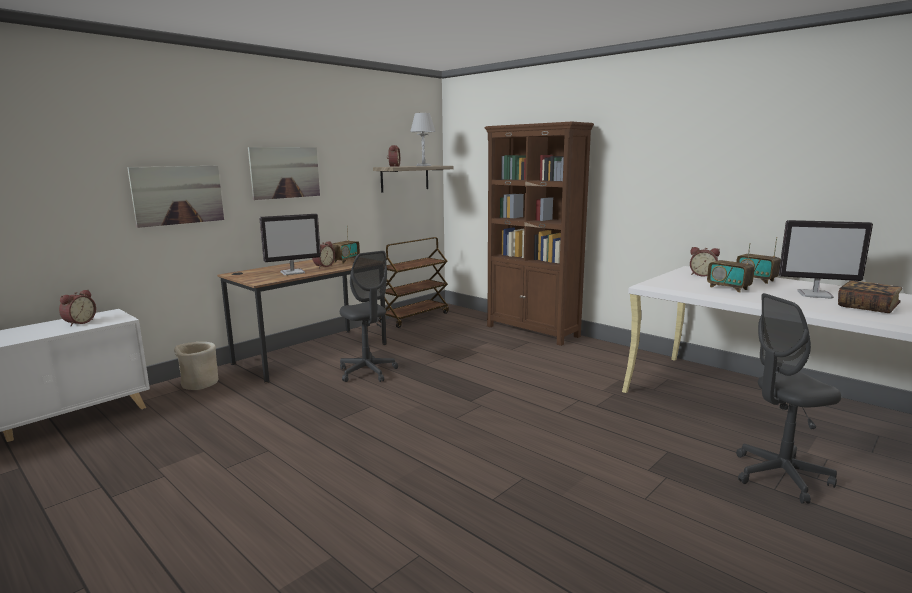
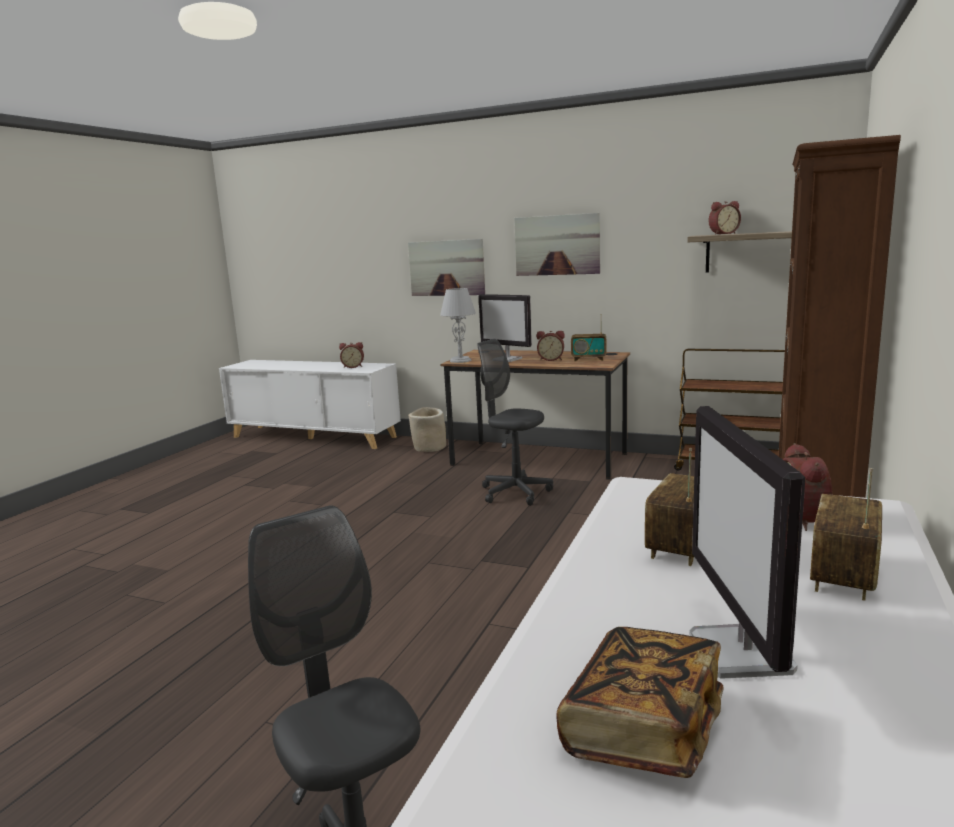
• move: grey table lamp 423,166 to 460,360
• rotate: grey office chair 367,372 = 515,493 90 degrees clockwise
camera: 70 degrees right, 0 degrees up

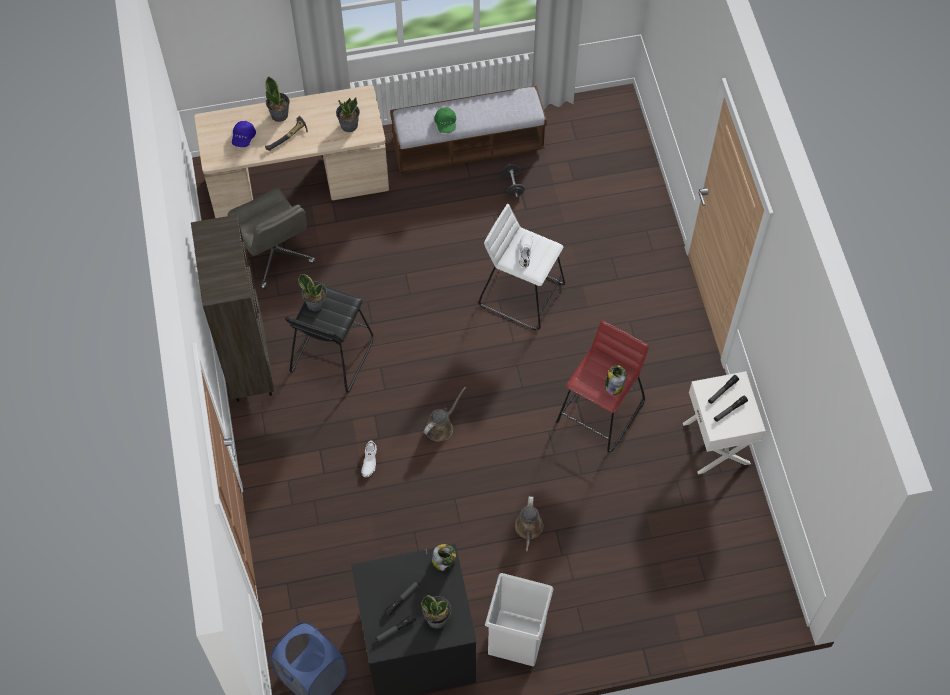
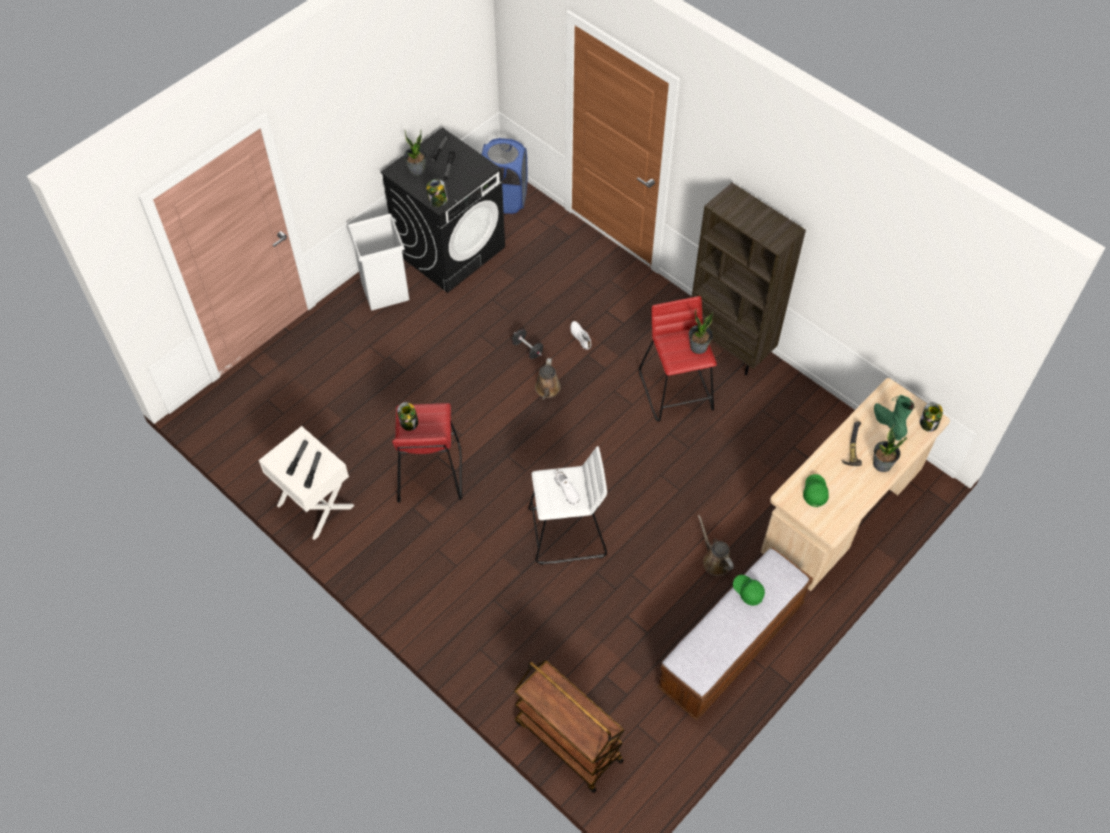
• delete: grey office chair 276,255
• insert: brown cart 567,741
• insert: jar 928,423
• move: black dumbbell 513,185 to 527,349
• move: brown watering can 528,529 to 714,560
• replace: blue cap 243,138 to green boot 888,424
• replace: potted plant 349,125 to green cap 815,492
• recolor: black stool 332,355 to red stool 677,391
camera: 145 degrees right, 5 degrees down

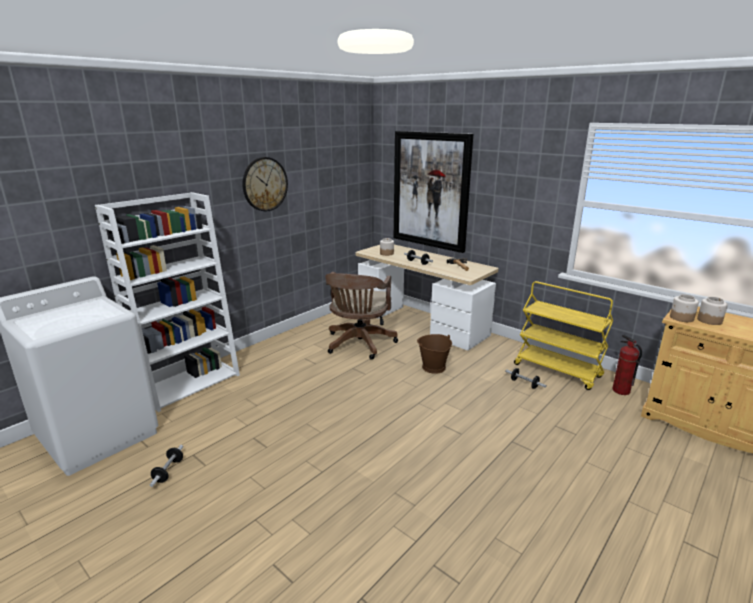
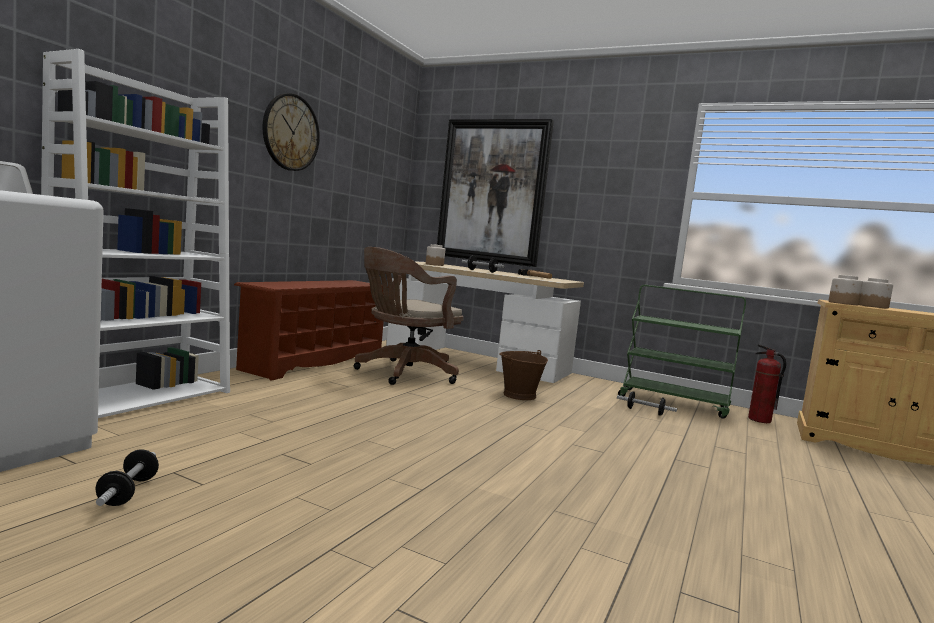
• insert: brown shoe rack 314,362
• recolor: yellow cart 558,371 to green cart 674,403
• rotate: brown office chair 359,345 = 403,373 45 degrees clockwise
camera: 15 degrees left, 15 degrees down

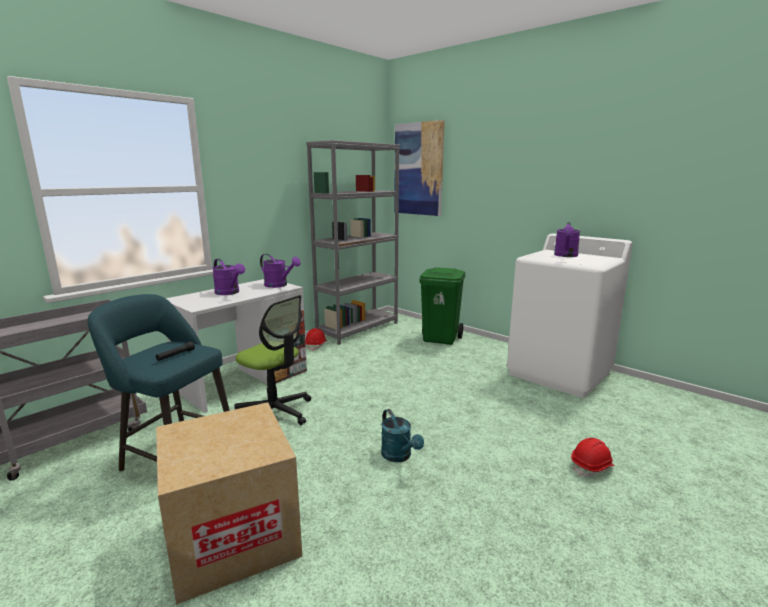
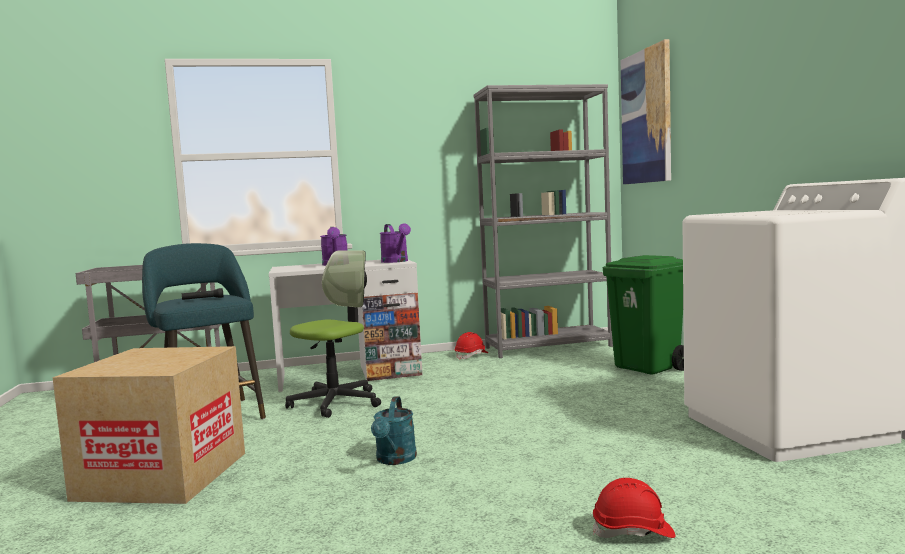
• delete: purple watering can 566,256
• rotate: office chair 275,413 = 336,402 120 degrees counterclockwise
camera: 35 degrees right, 10 degrees down

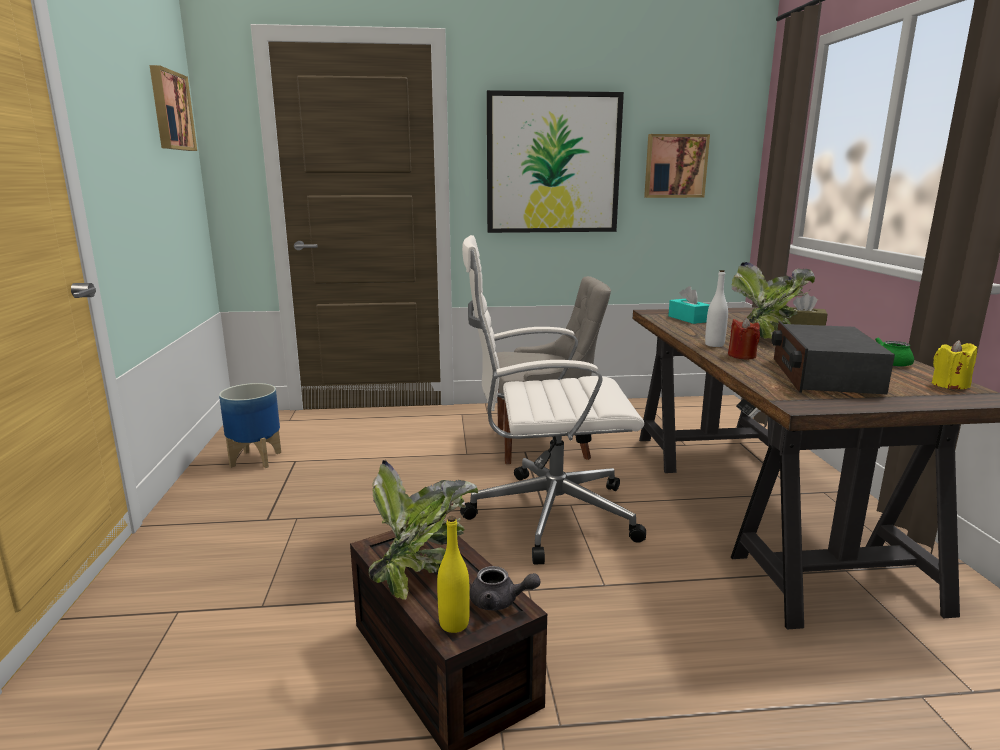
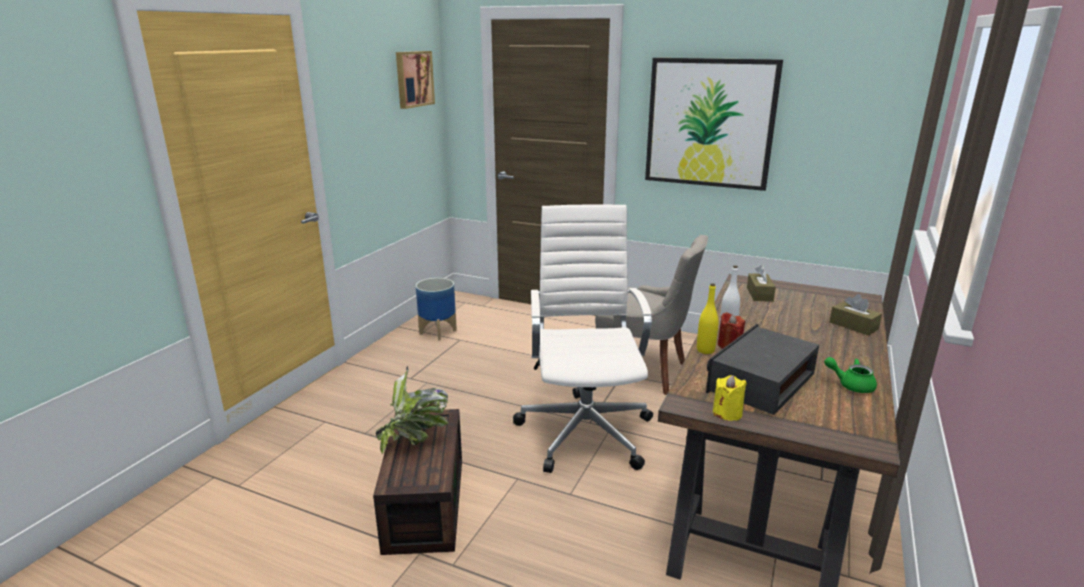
• delete: grey teapot 500,602
• delete: picture 675,166
• delete: potted plant 767,336
• move: yellow bottle 454,624 to 705,350
• move: yellow candle 949,385 to 727,413
• recolor: turquoise tissue box 688,319 to brown tissue box 759,294
• rotate: white office chair 547,514 = 585,430 60 degrees clockwise
camera: 30 degrees right, 5 degrees up

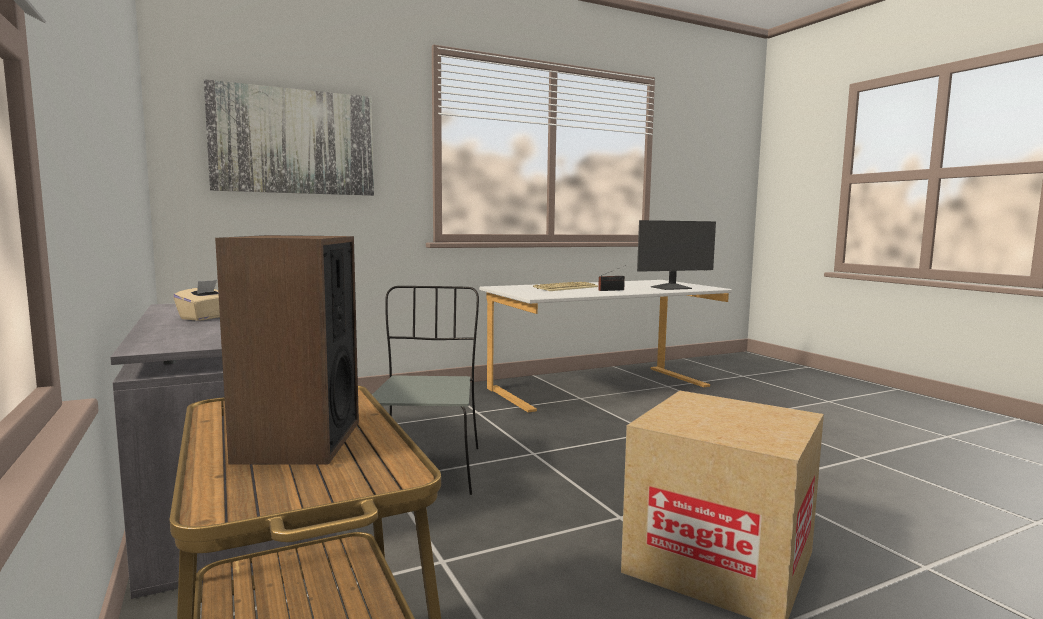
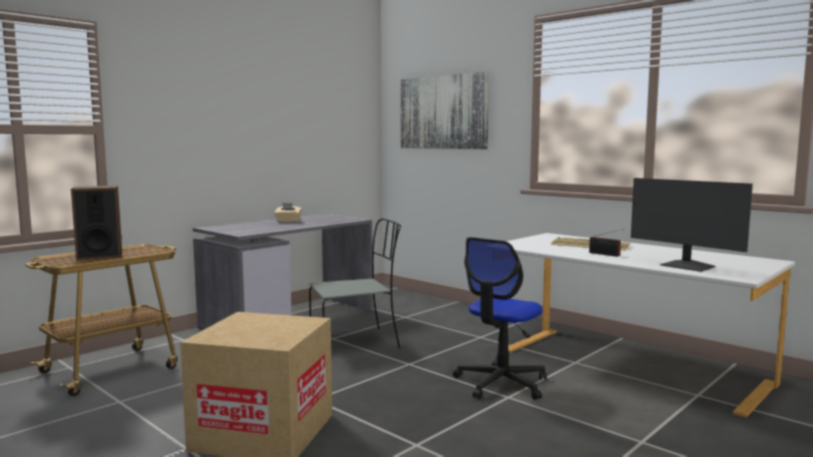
• insert: office chair 501,383
camera: 70 degrees right, 0 degrees up

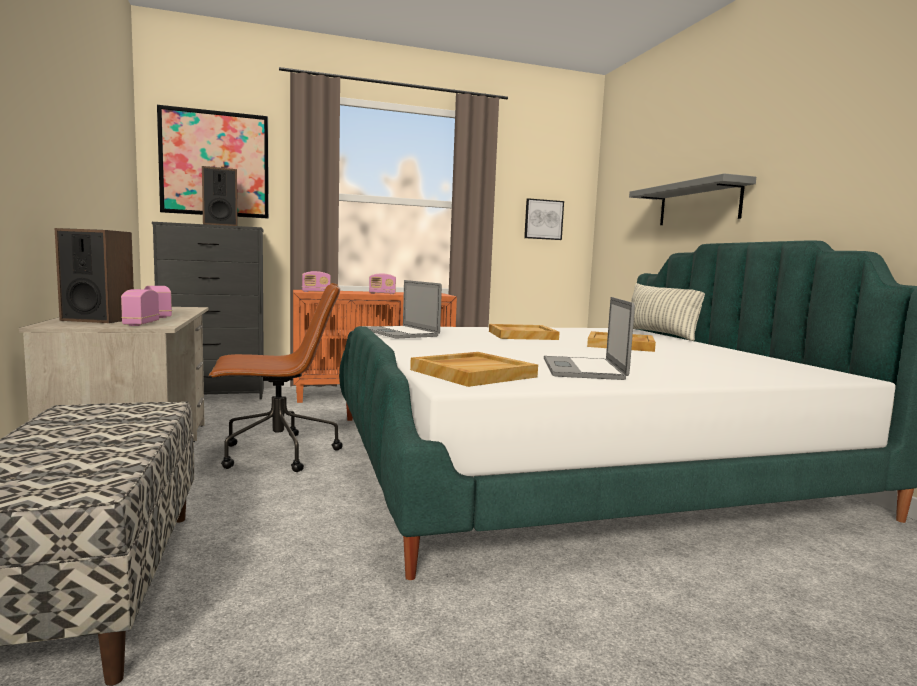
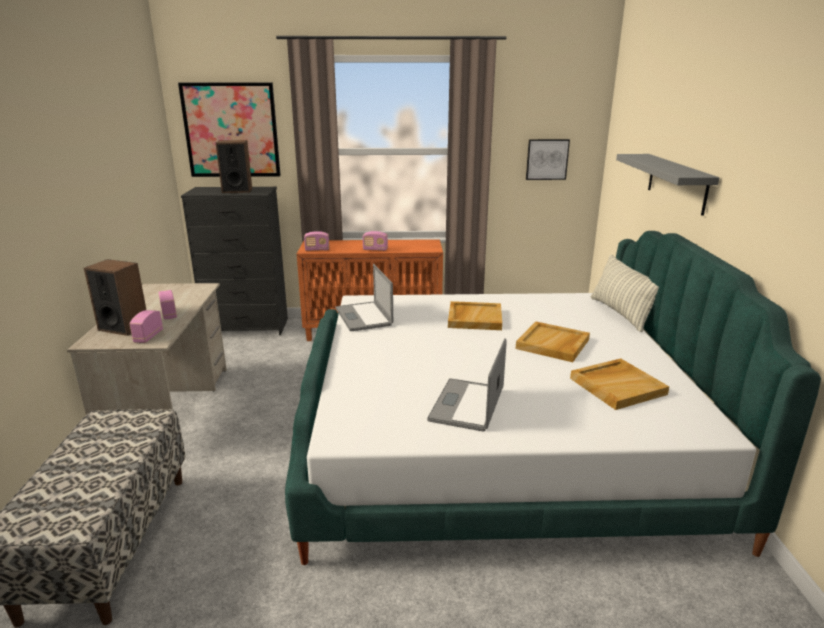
• delete: brown office chair 276,454
• move: beige tray 473,373 to 617,386
camera: 15 degrees right, 15 degrees up

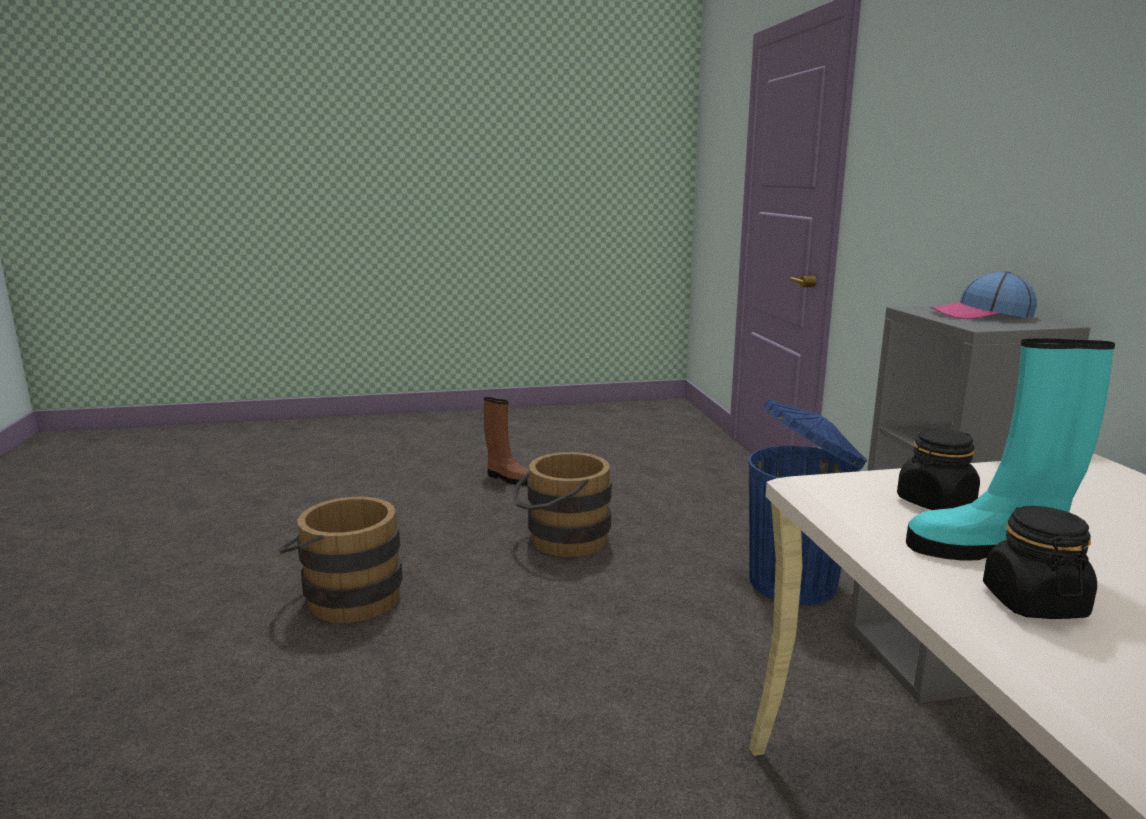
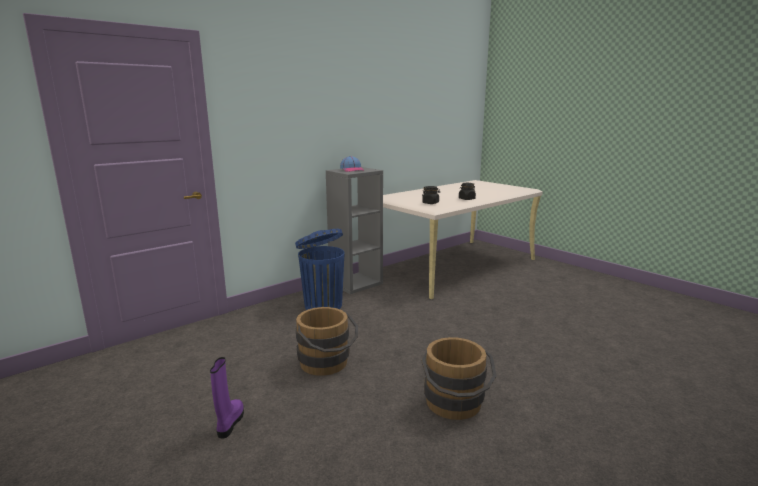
• delete: turquoise boot 987,551
• recolor: brown boot 508,478 to purple boot 230,422
camera: 120 degrees left, 0 degrees up

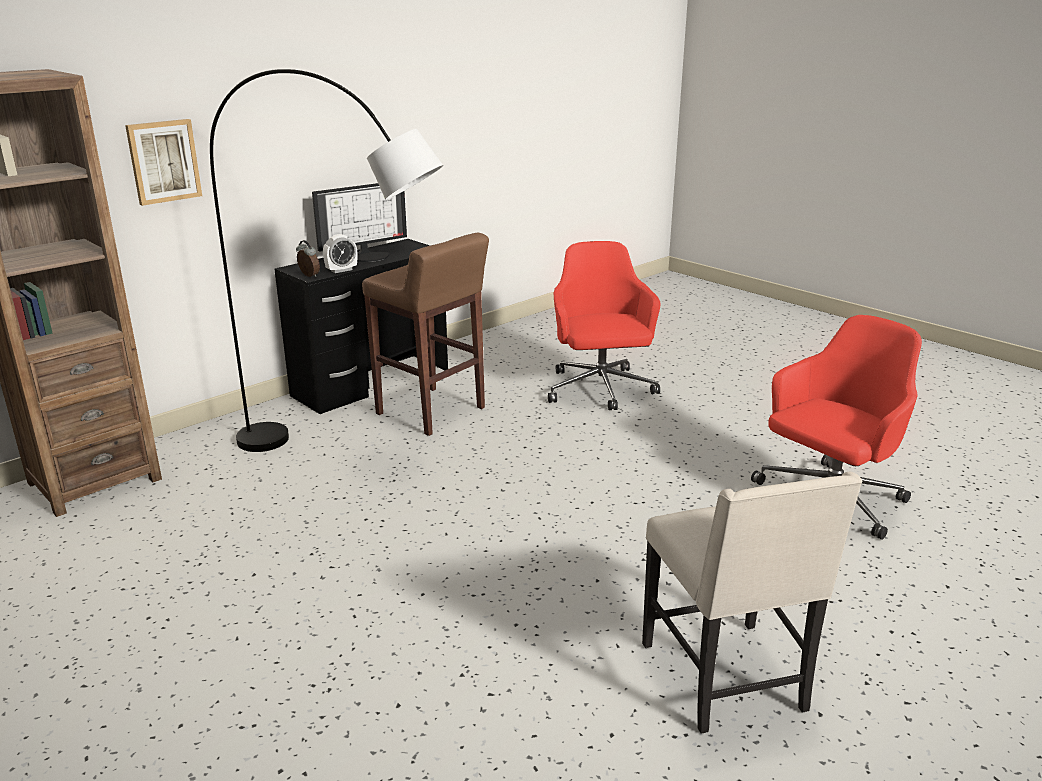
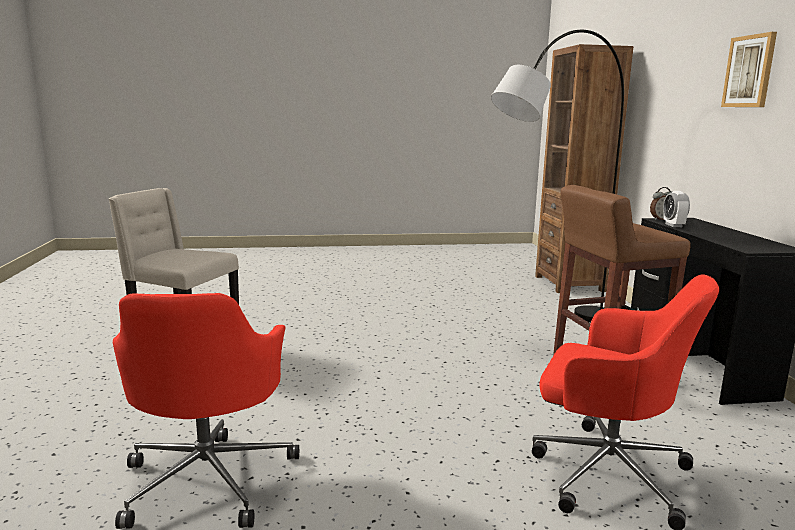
• delete: monitor 369,256
• move: picture 164,161 to 749,71
camera: 125 degrees right, 10 degrees down

